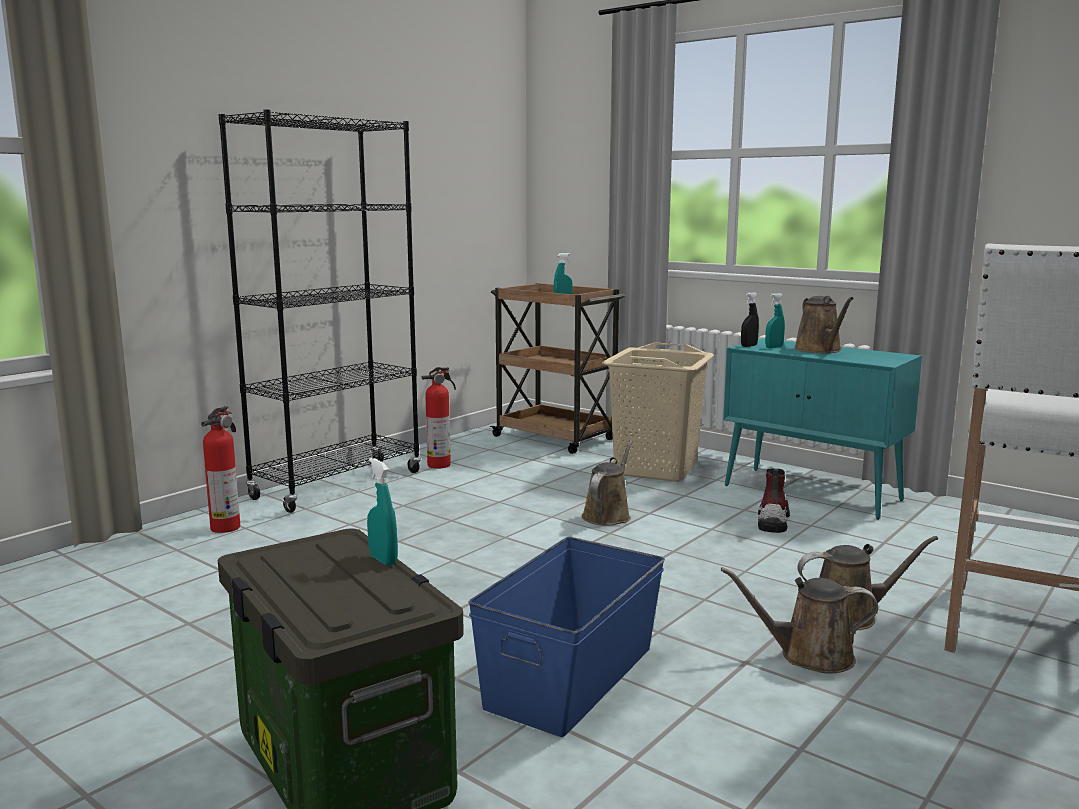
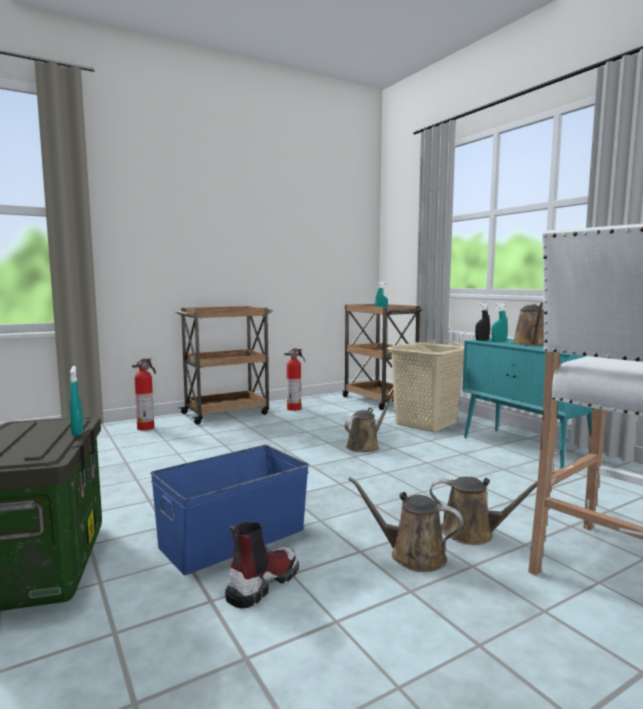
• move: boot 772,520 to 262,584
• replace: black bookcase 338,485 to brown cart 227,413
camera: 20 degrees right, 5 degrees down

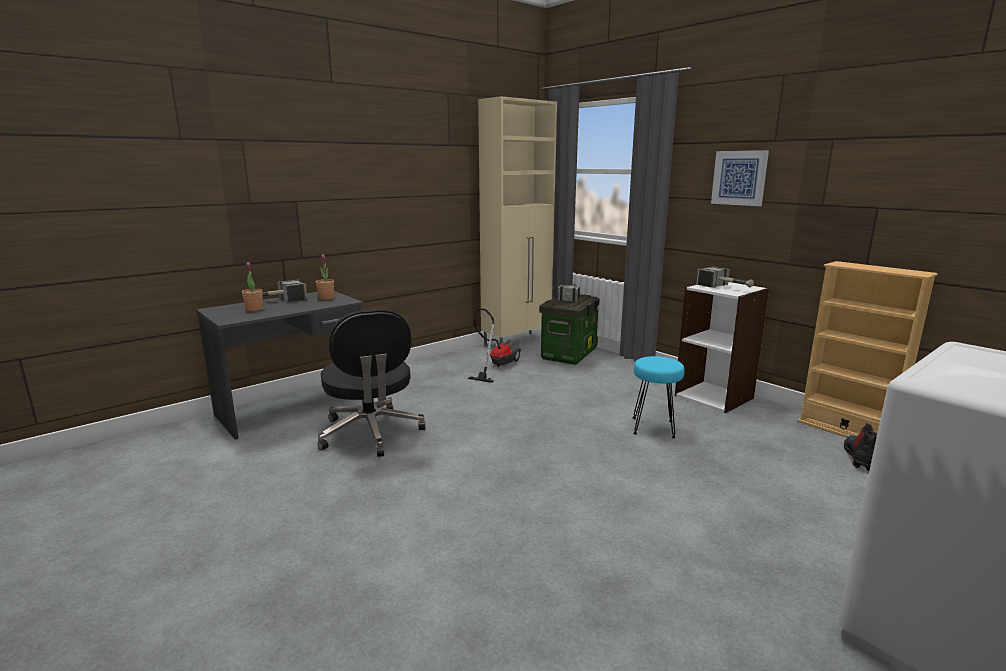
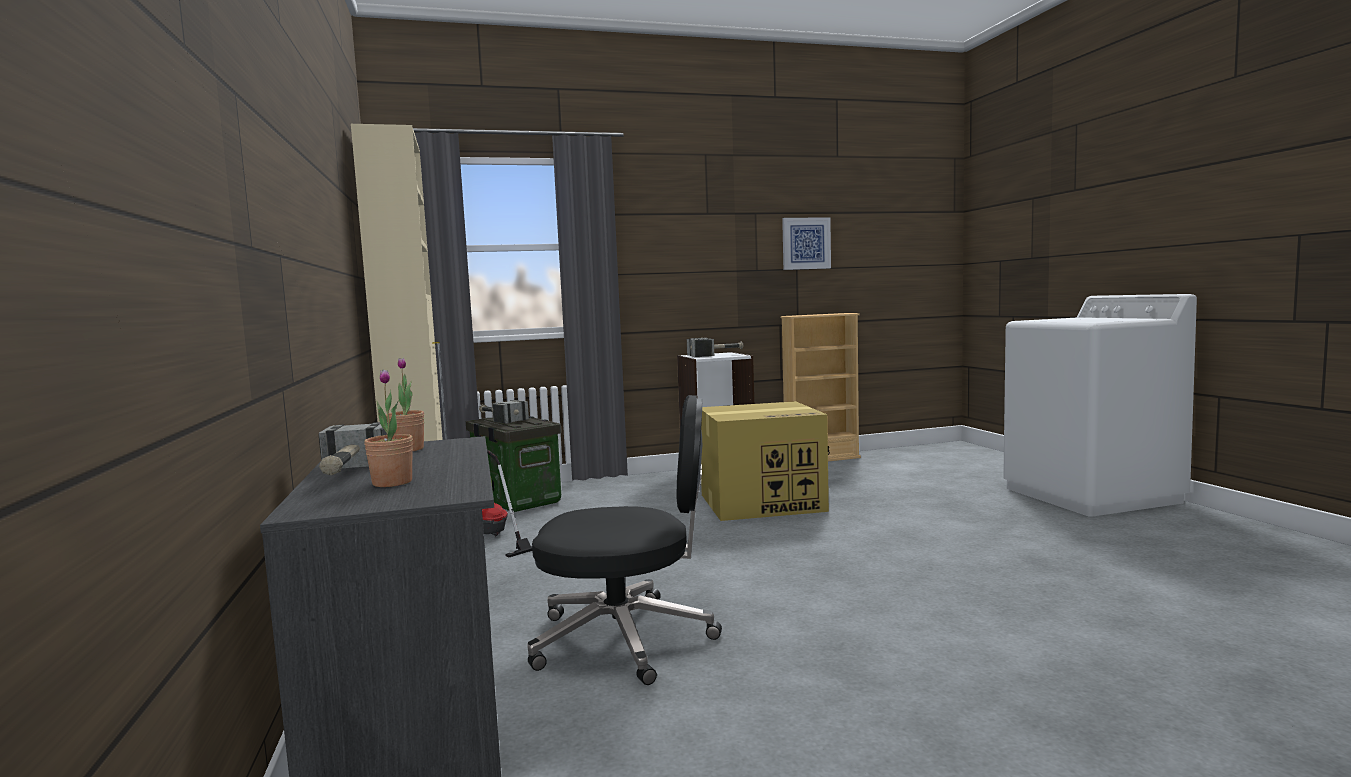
• delete: boot 860,458
• move: picture 739,178 to 806,243
• replace: turquoise stool 654,428 to cardboard box 763,502
camera: 65 degrees left, 10 degrees down

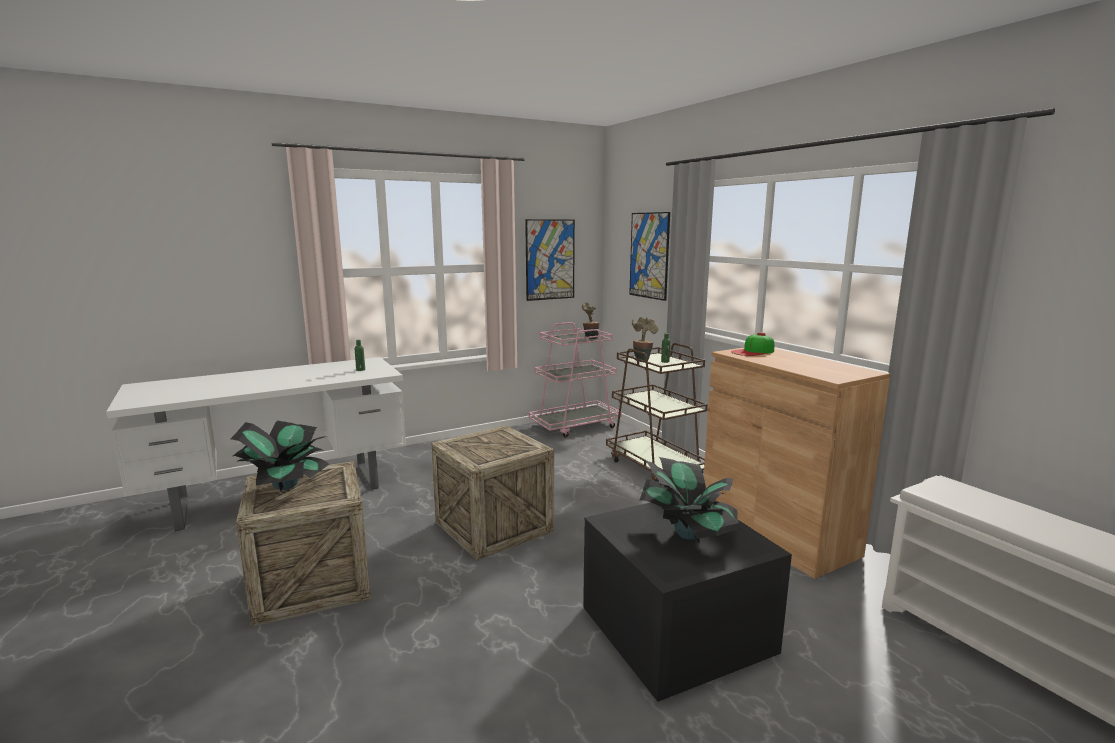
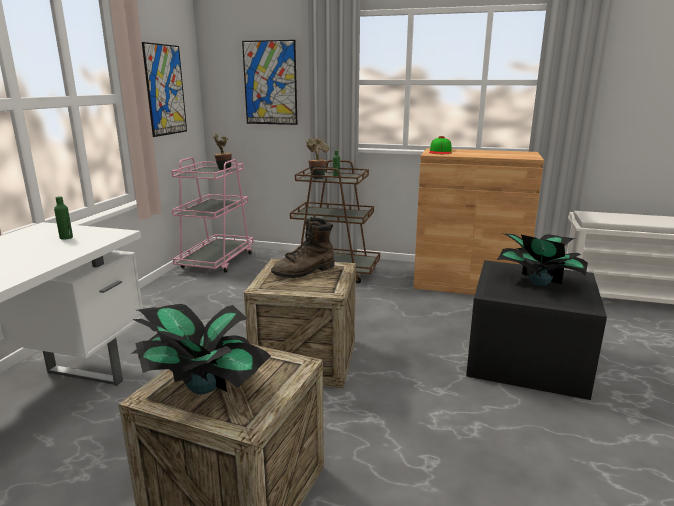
• insert: brown boot 304,271
camera: 45 degrees left, 5 degrees up

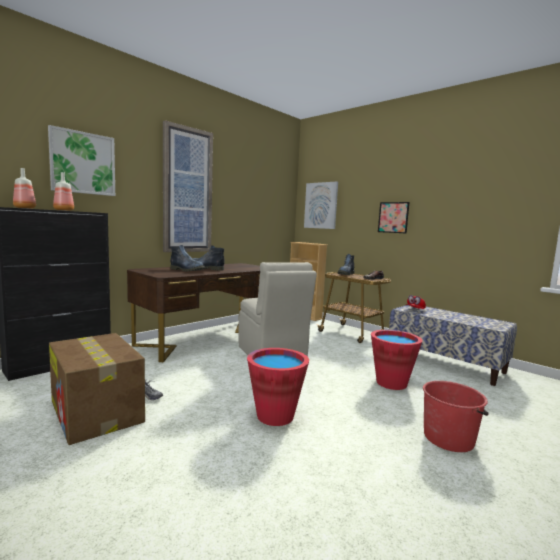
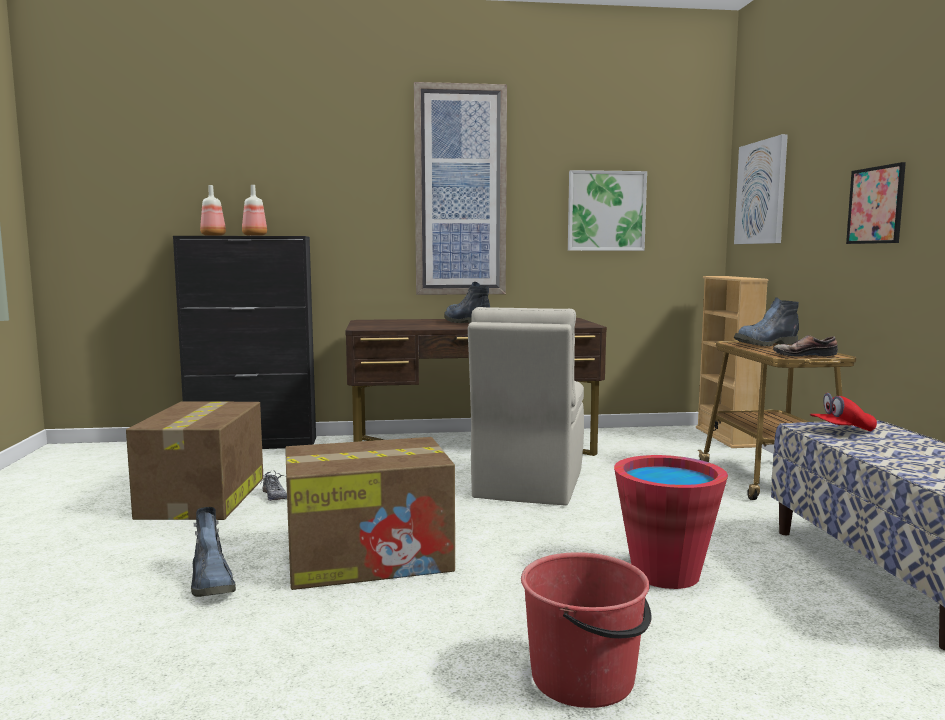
• move: picture 83,163 to 606,211
• move: boot 187,270 to 212,583
• replace: red bucket 275,416 to cardboard box 371,557
camera: 40 degrees right, 0 degrees up

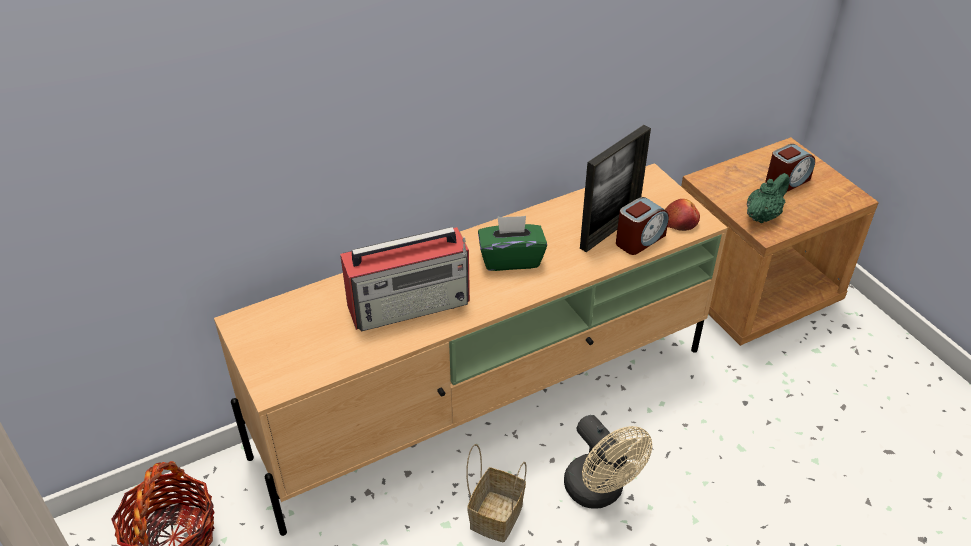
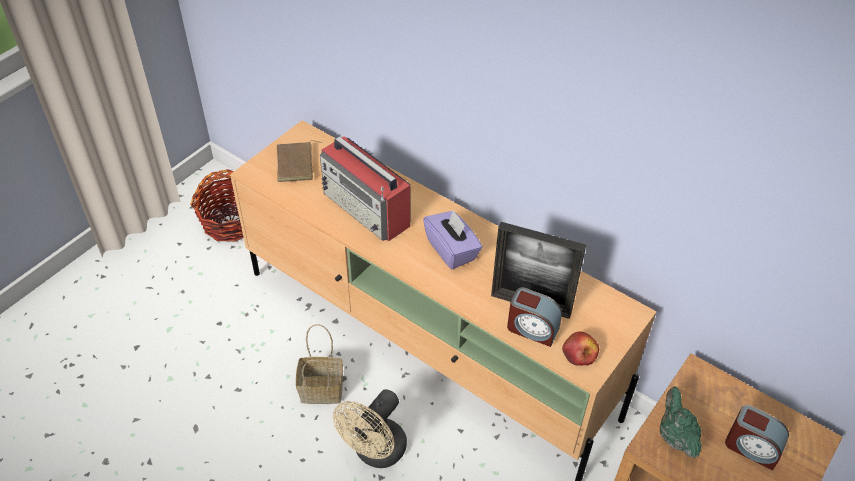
• insert: brown book 297,164
• recolor: green tissue box 511,259 to purple tissue box 452,250
• rotate: green teapot 762,216 = 675,436 120 degrees counterclockwise
camera: 65 degrees right, 5 degrees up

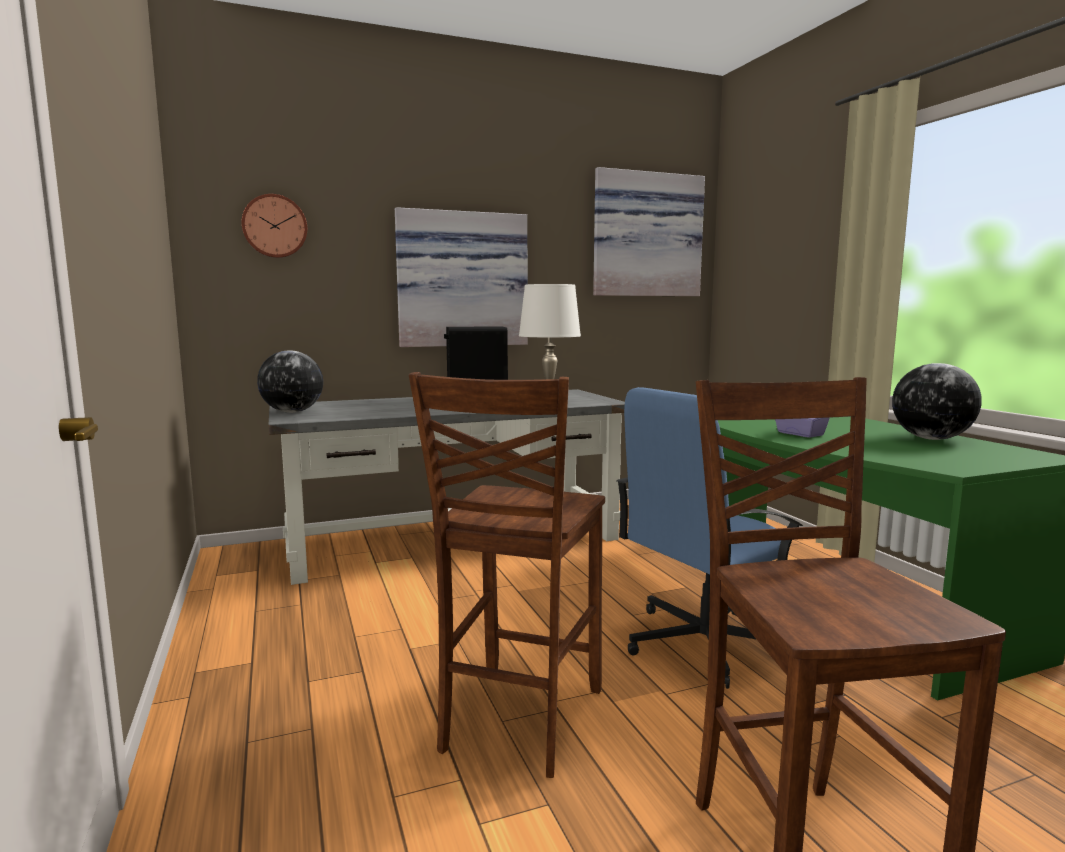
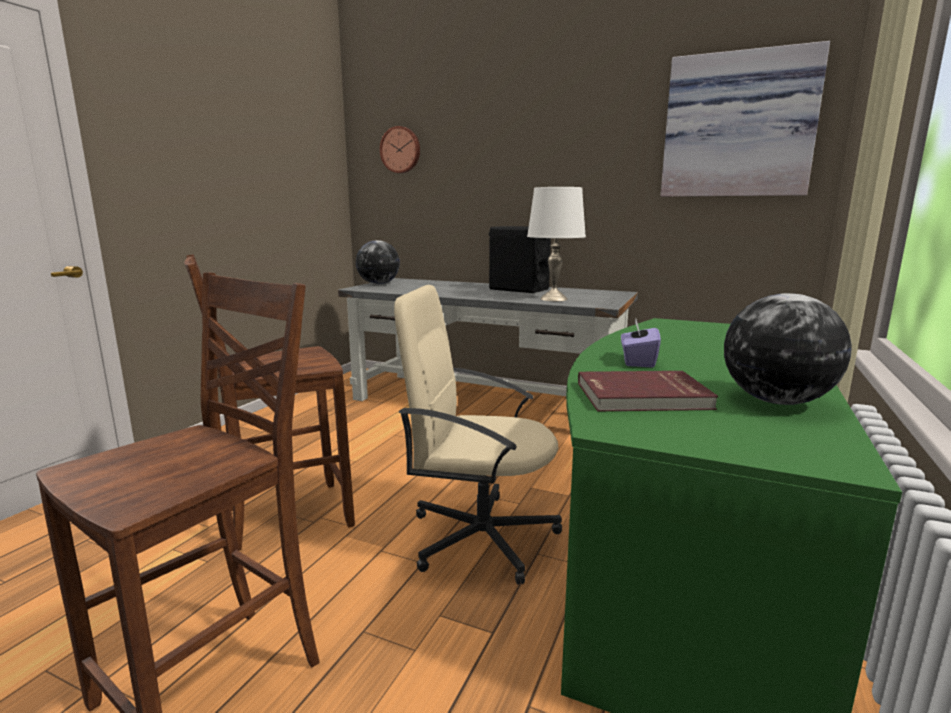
• delete: picture 462,280
• insert: red book 643,396
• recolor: blue office chair 702,643 to beige office chair 480,536
camera: 45 degrees right, 5 degrees up

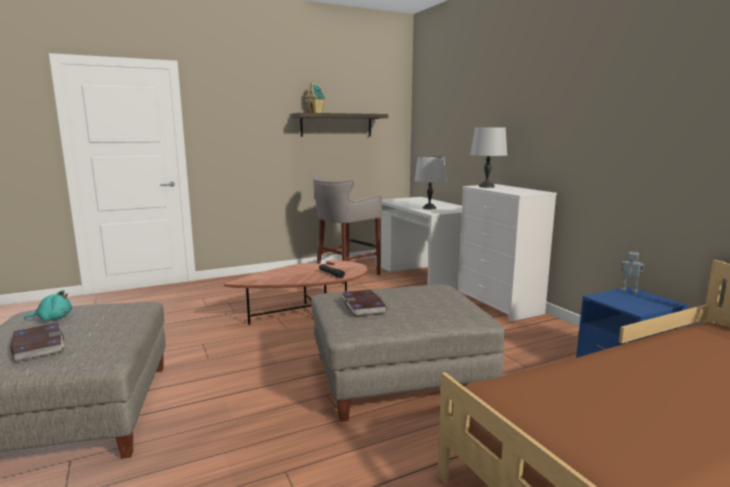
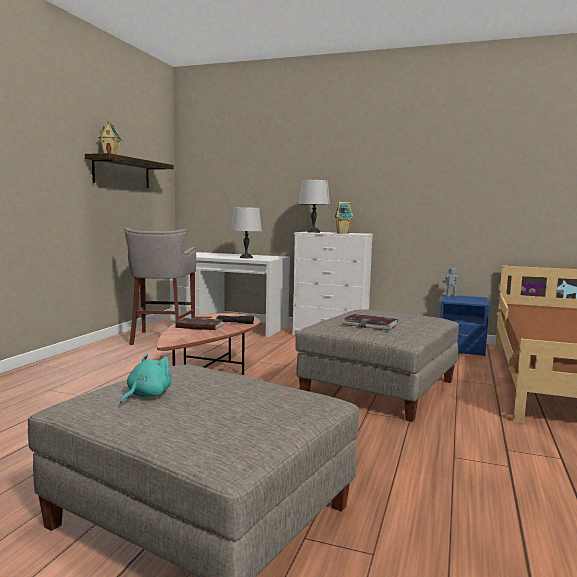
• insert: toy house 342,233
• move: book 37,345 to 199,326
camera: 45 degrees left, 5 degrees down

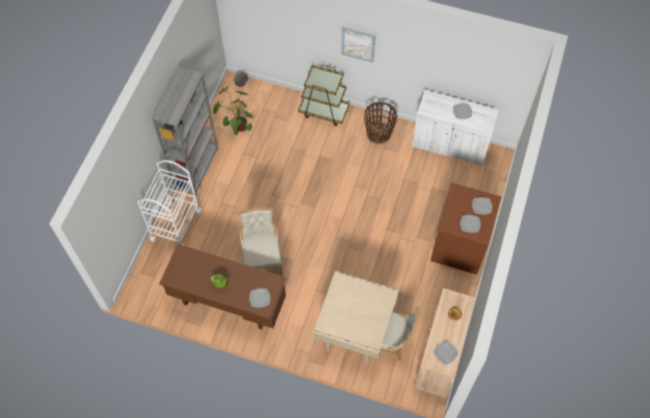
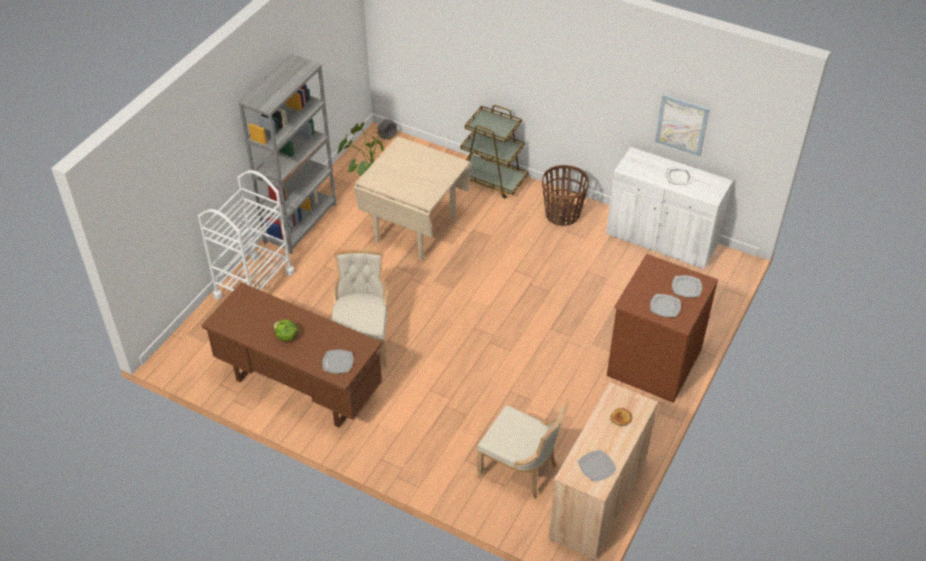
• move: beige dining table 355,332 to 416,230
• move: picture 358,44 to 682,125
camera: 10 degrees right, 15 degrees down

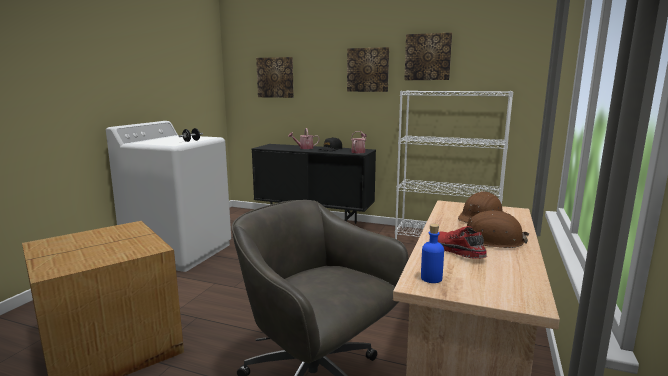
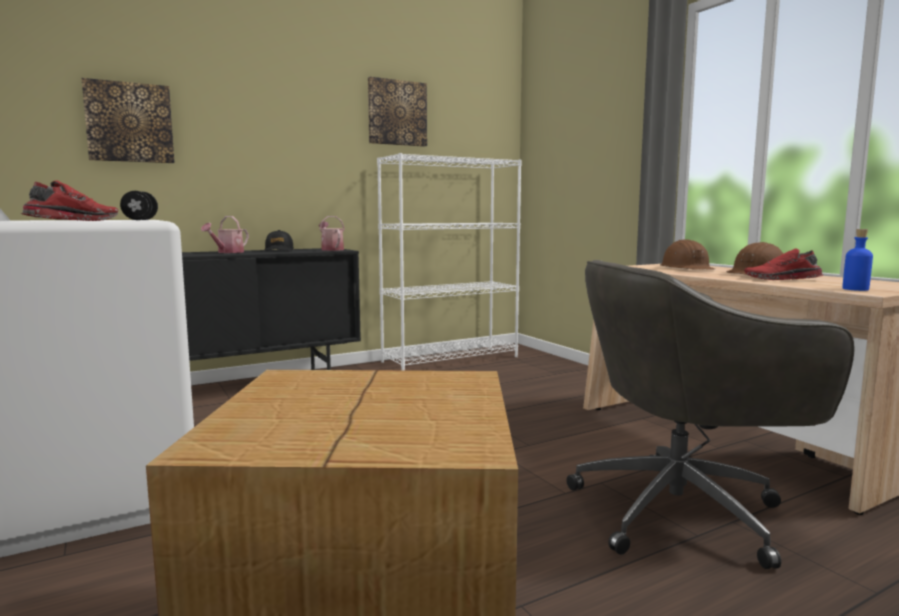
• delete: picture 368,70
• insert: red shoe 72,221
camera: 50 degrees left, 5 degrees down

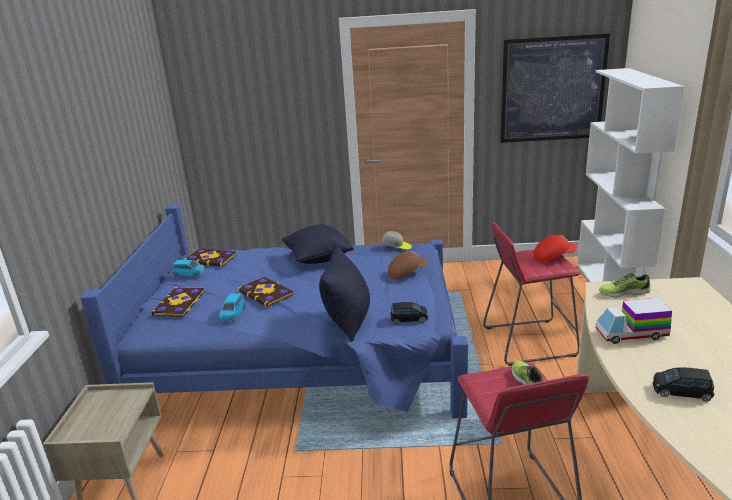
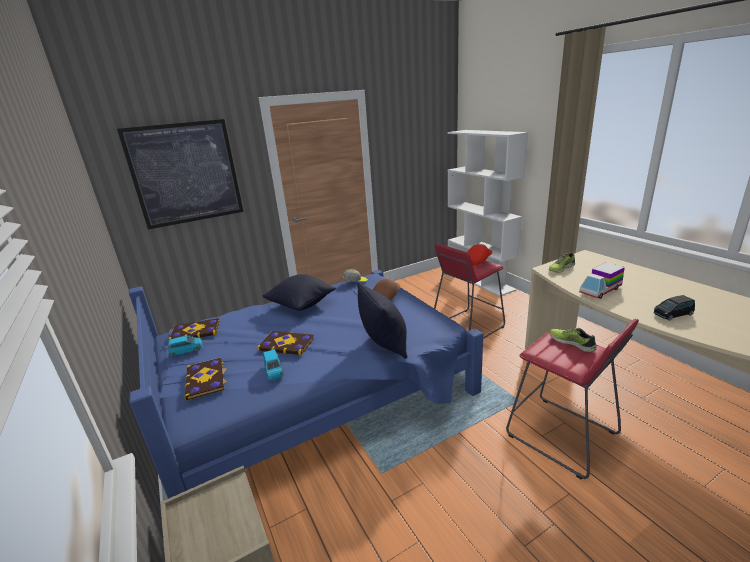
• delete: black toy car 409,319
• move: picture 552,89 to 185,173
camera: 30 degrees left, 0 degrees up

